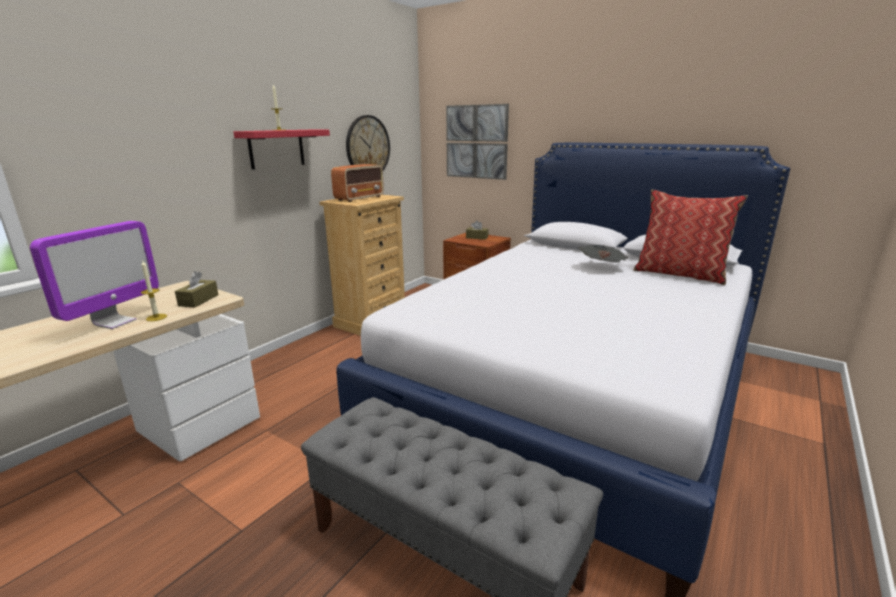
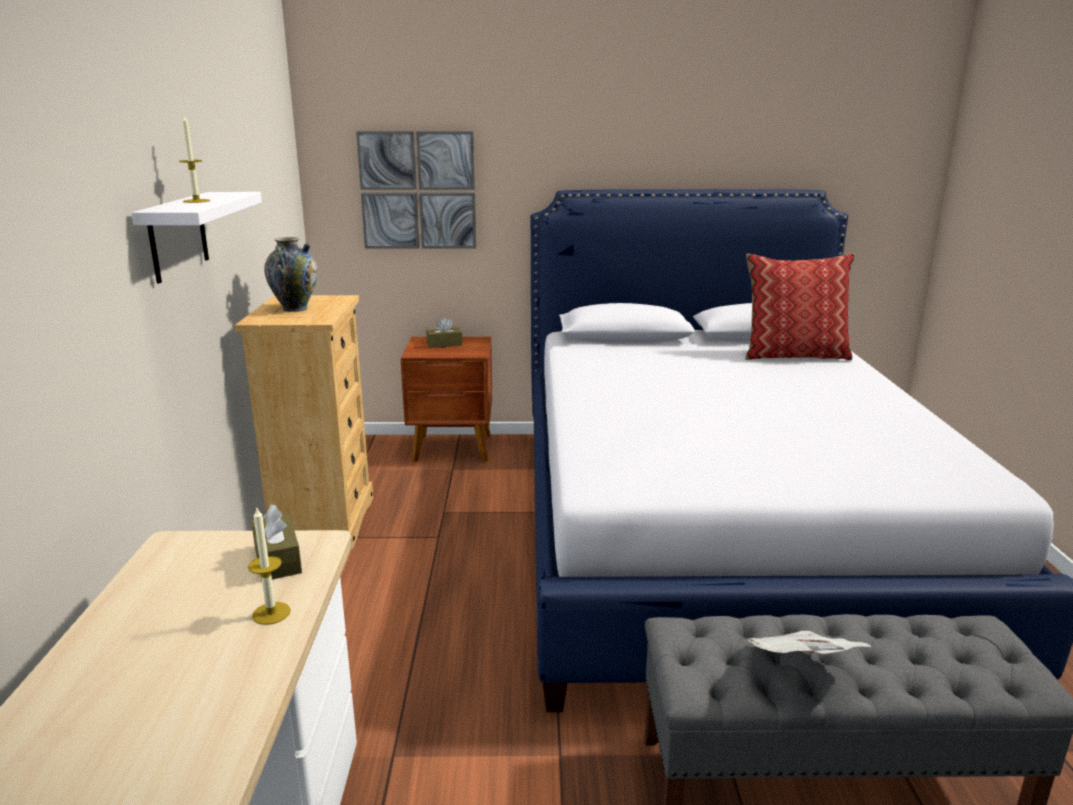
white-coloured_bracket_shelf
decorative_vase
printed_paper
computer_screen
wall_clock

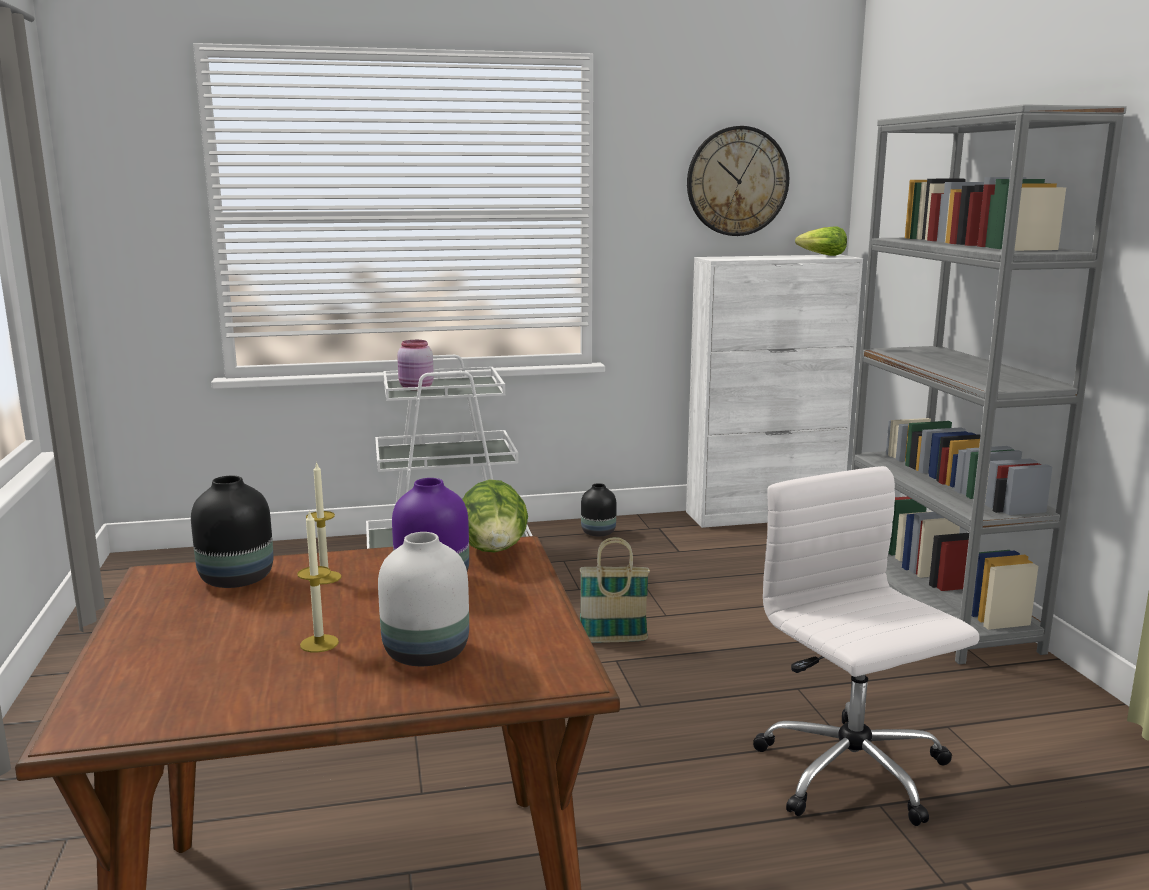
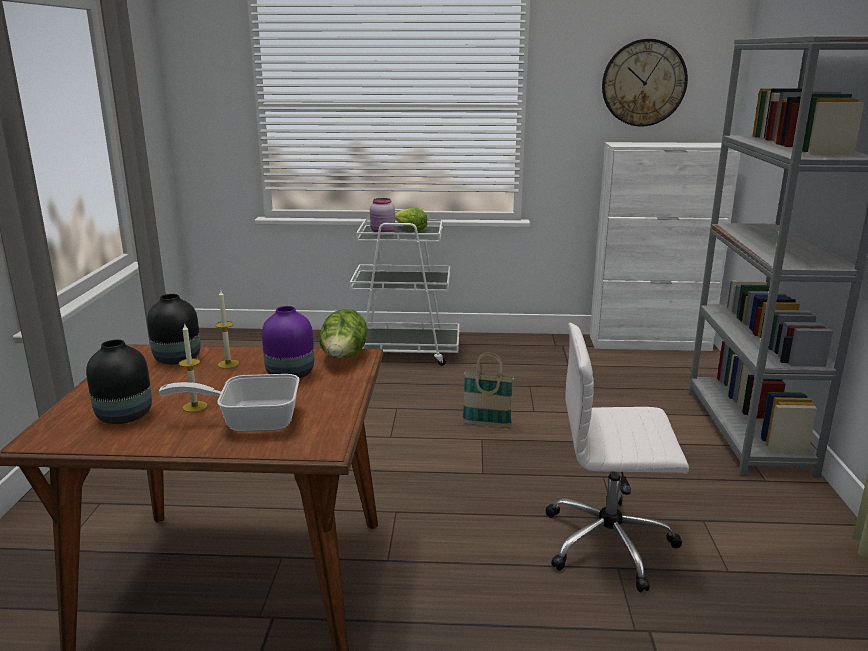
blackish_decorative_vase (1st from left)
skillet
head_of_lettuce (2nd from left)
white-coloured_computer_chair

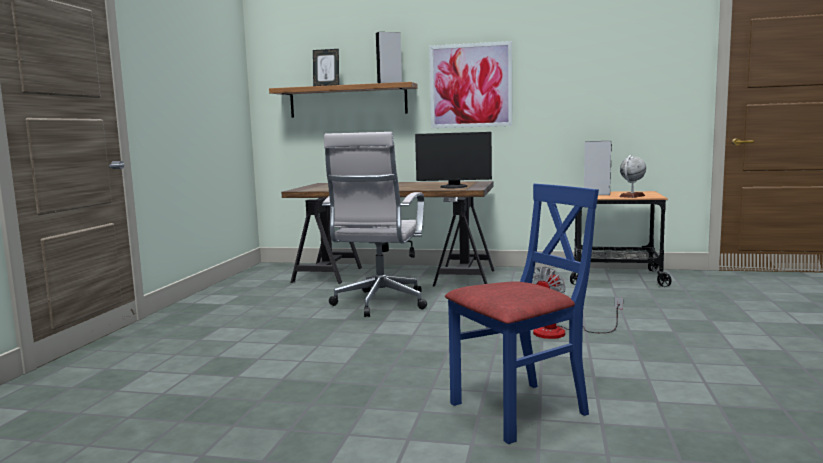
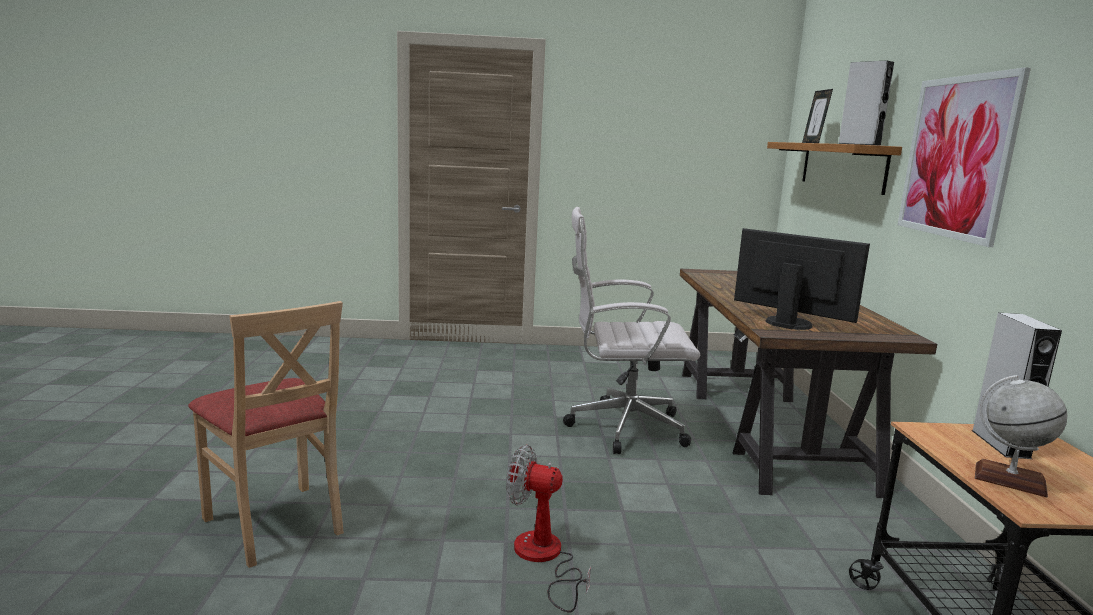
beige_upright_chair
computer_screen

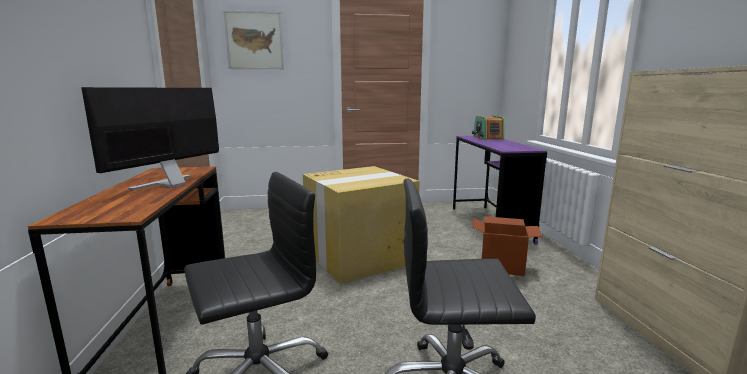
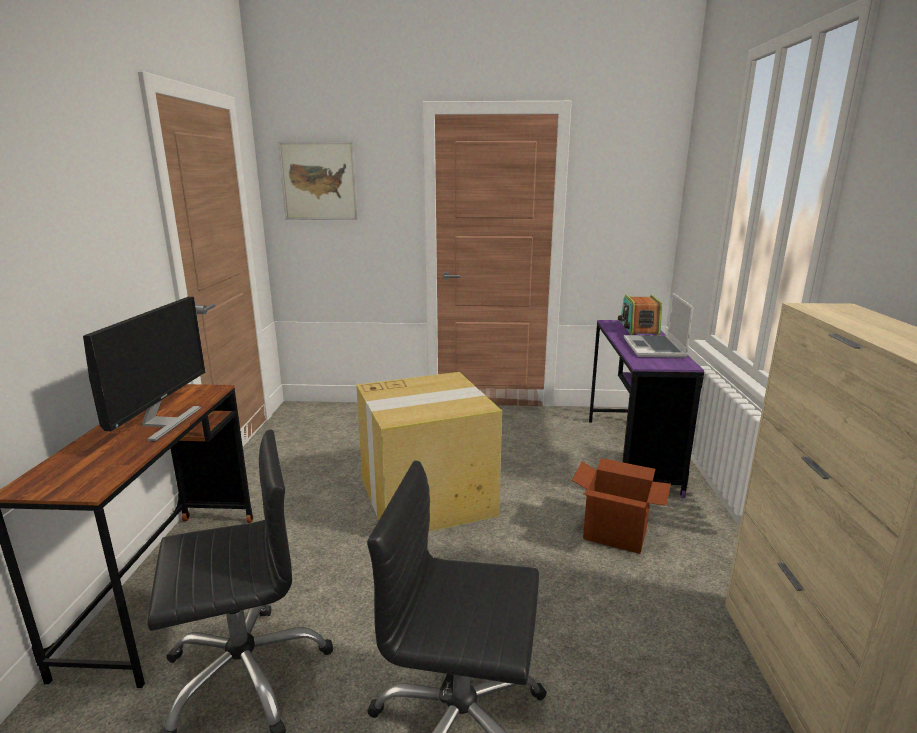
computer_screen
laptop

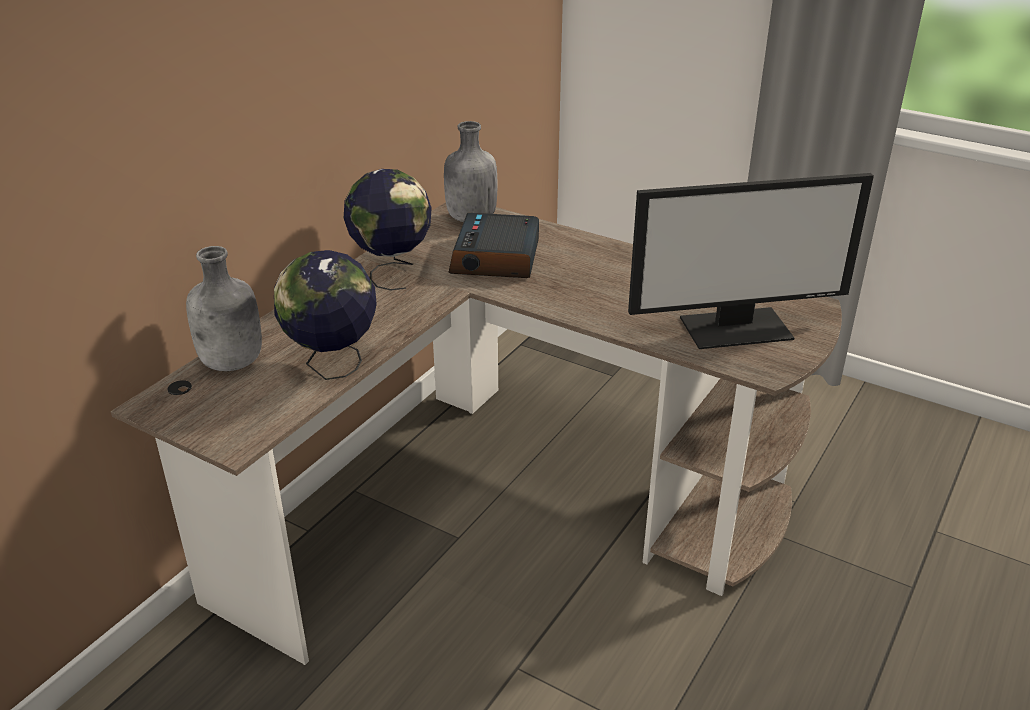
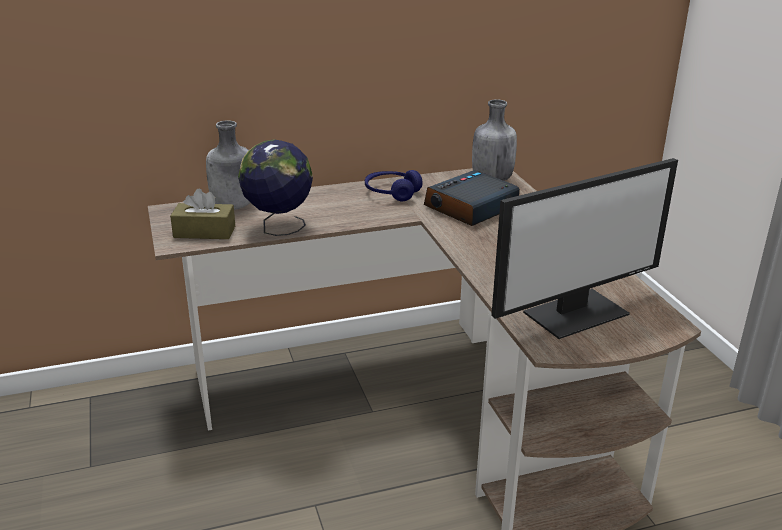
brownish_box_of_tissues
bluish_headphones
computer_screen

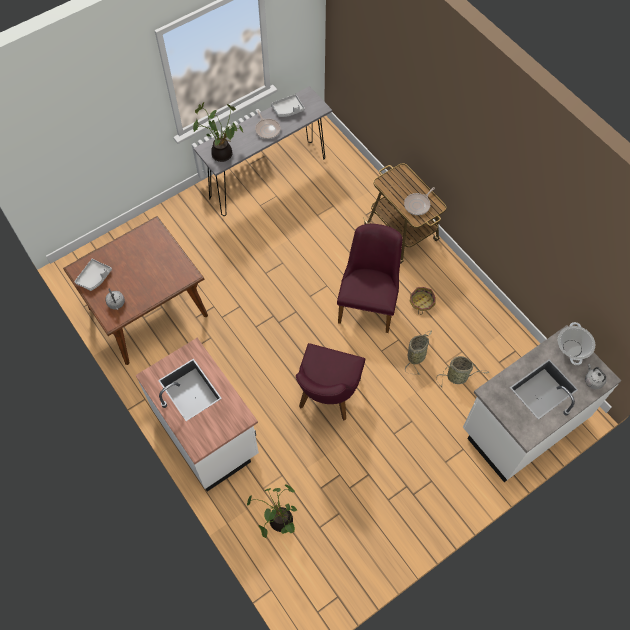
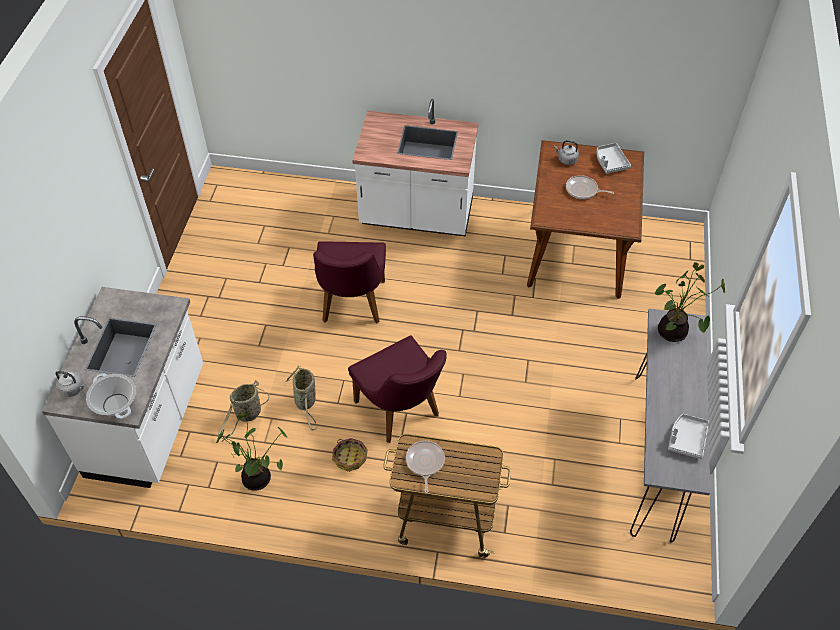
houseplant (1st from left)
purple-coloured_upright_chair (1st from left)
skillet (2nd from left)

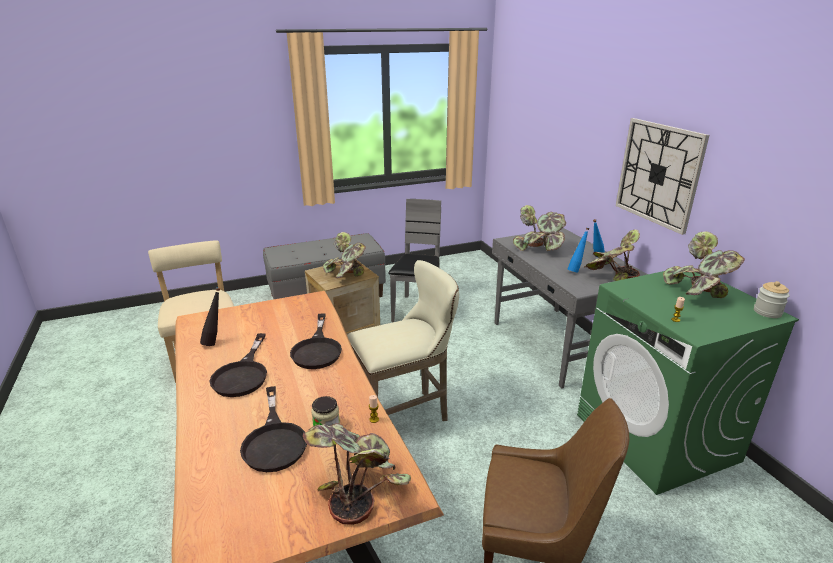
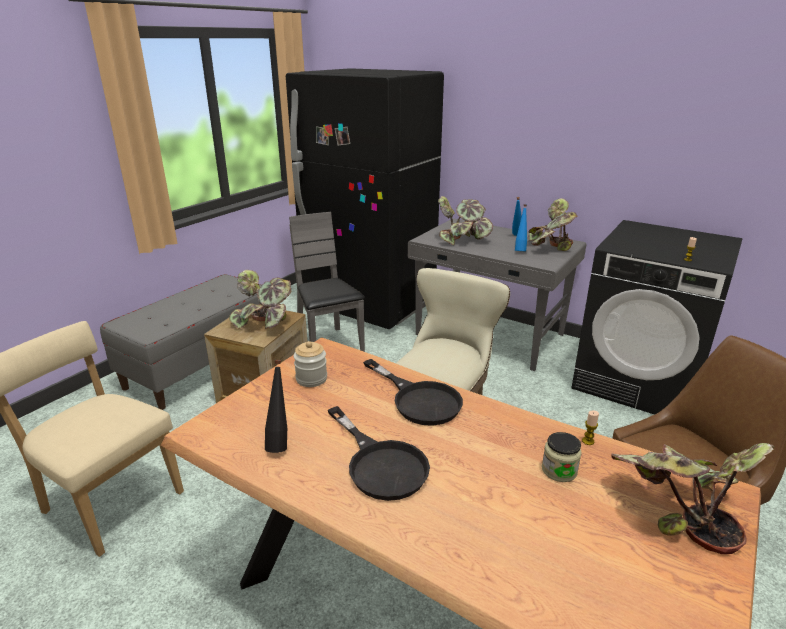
blackish_refrigerator
preserve_jar (1st from left)
blackish_laundry_appliance
blackish_skillet (2nd from left in the first image)
wall_clock
houseplant (5th from left in the first image)

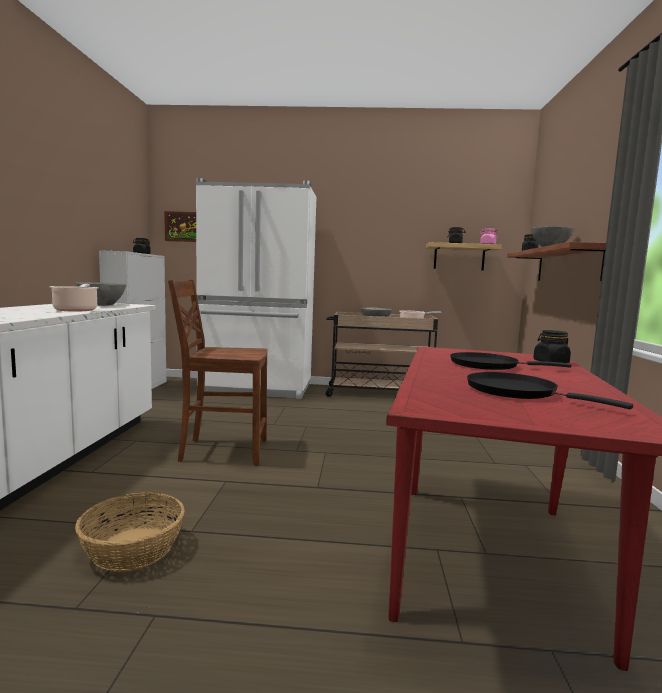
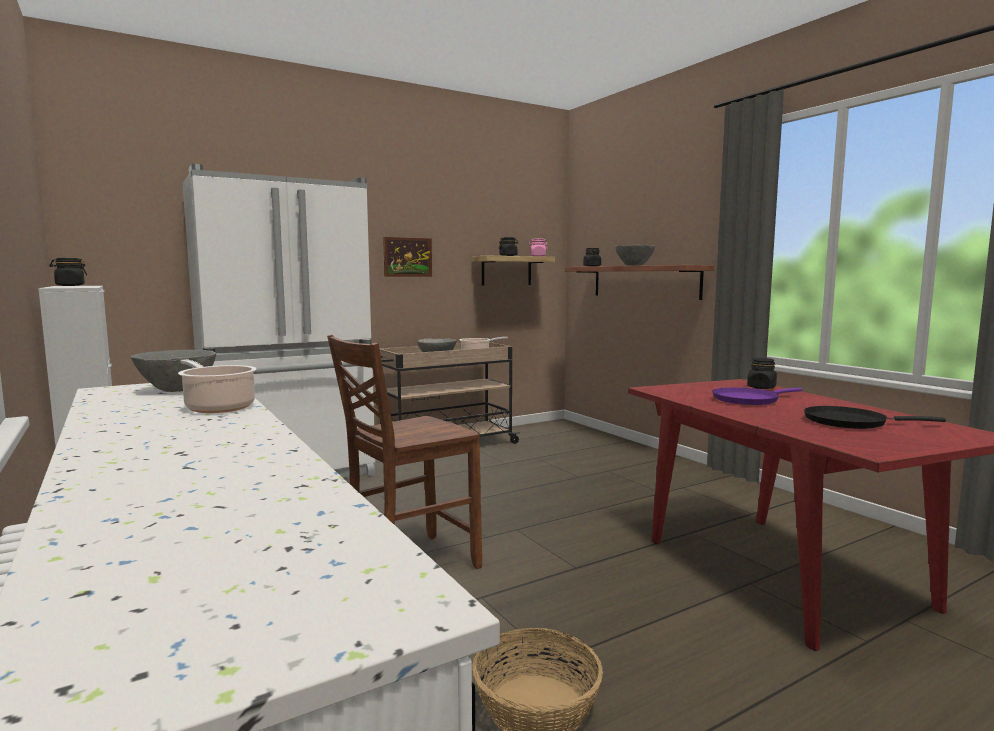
picture
purple-coloured_skillet

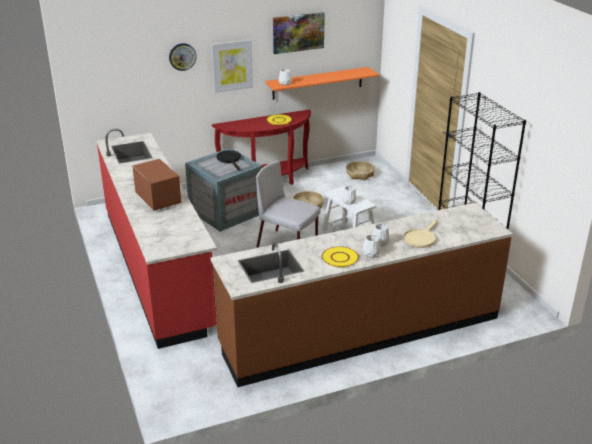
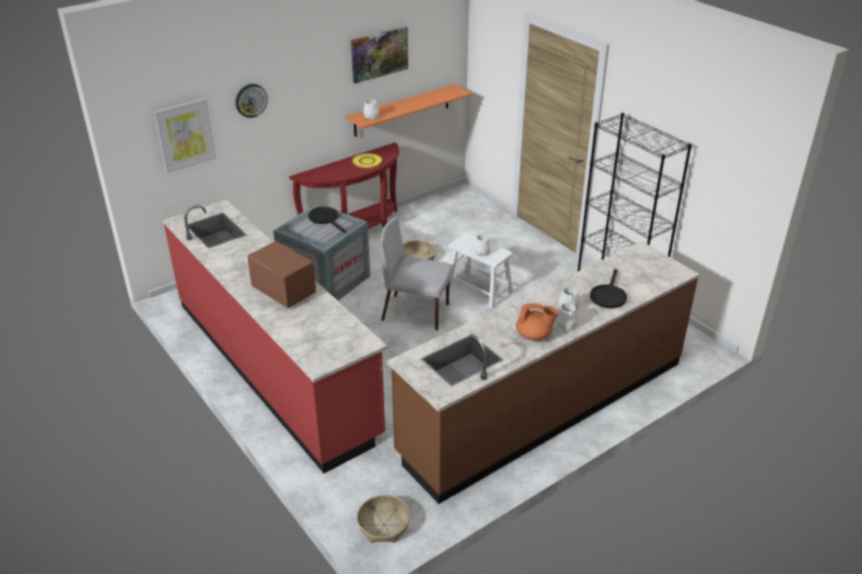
picture (1st from left)
basket (1st from left)
orange_pot_for_tea
blackish_skillet (2nd from left)

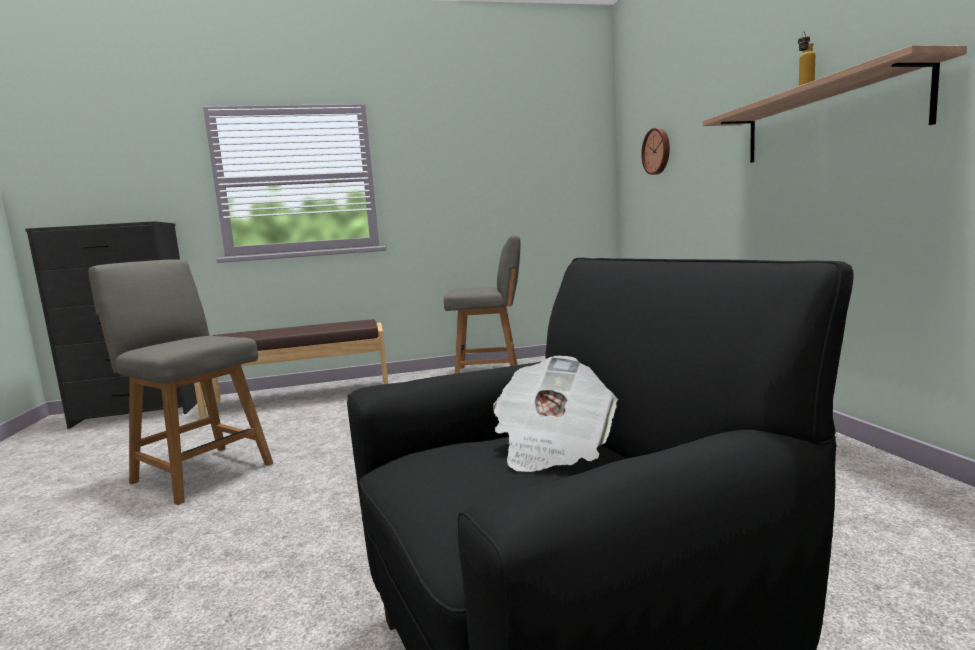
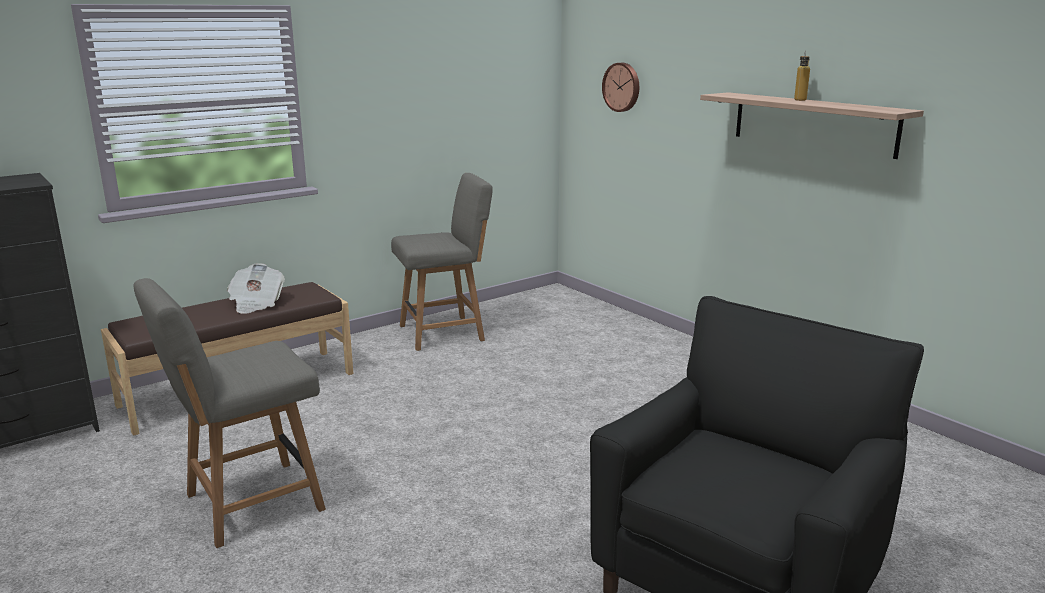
greyish_upright_chair (1st from left)
printed_paper

